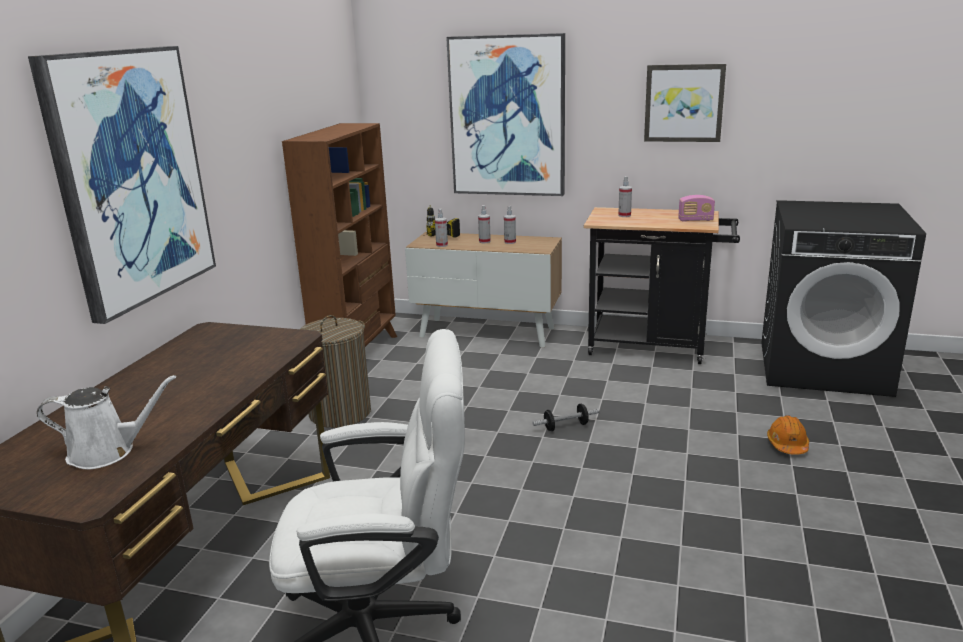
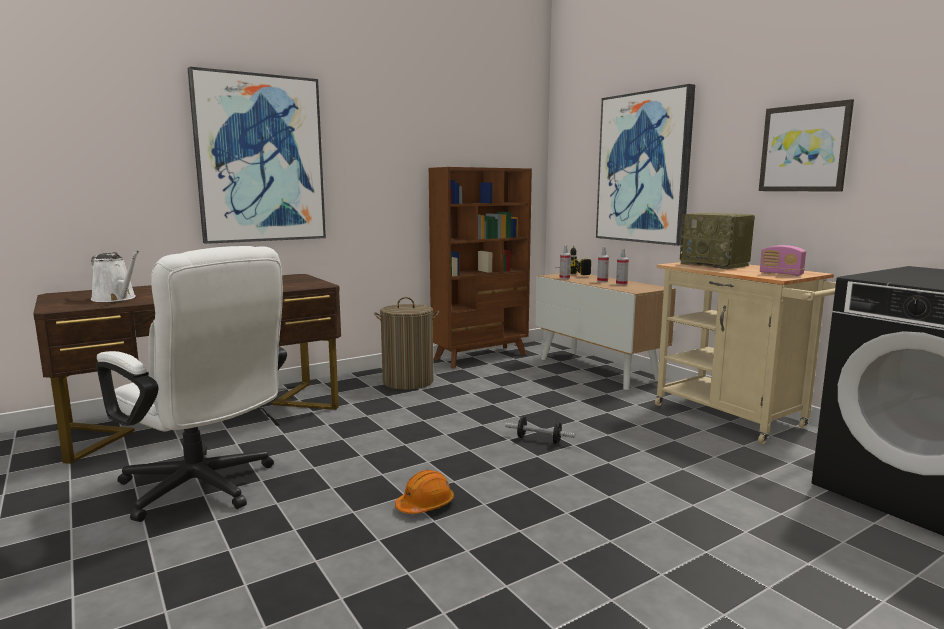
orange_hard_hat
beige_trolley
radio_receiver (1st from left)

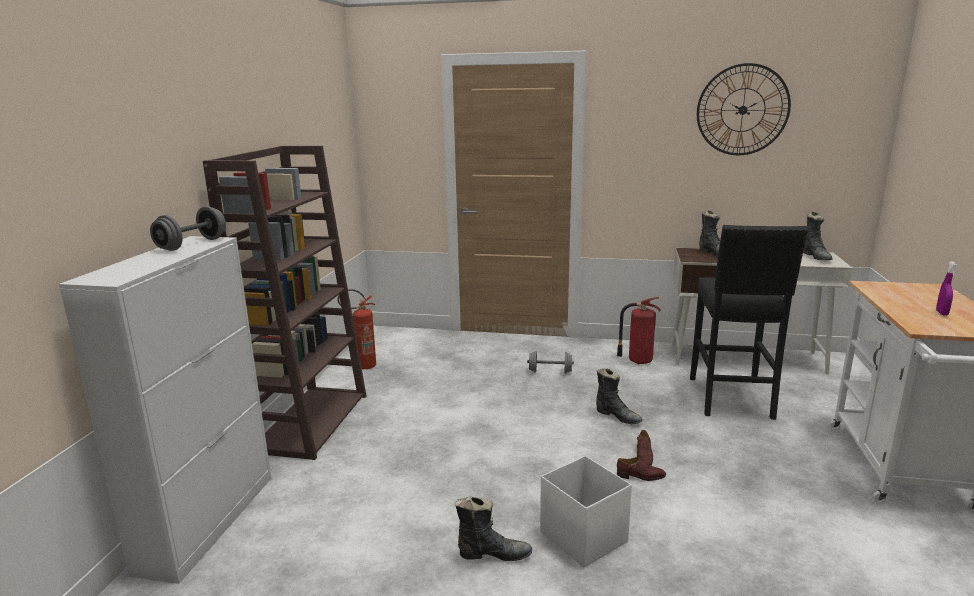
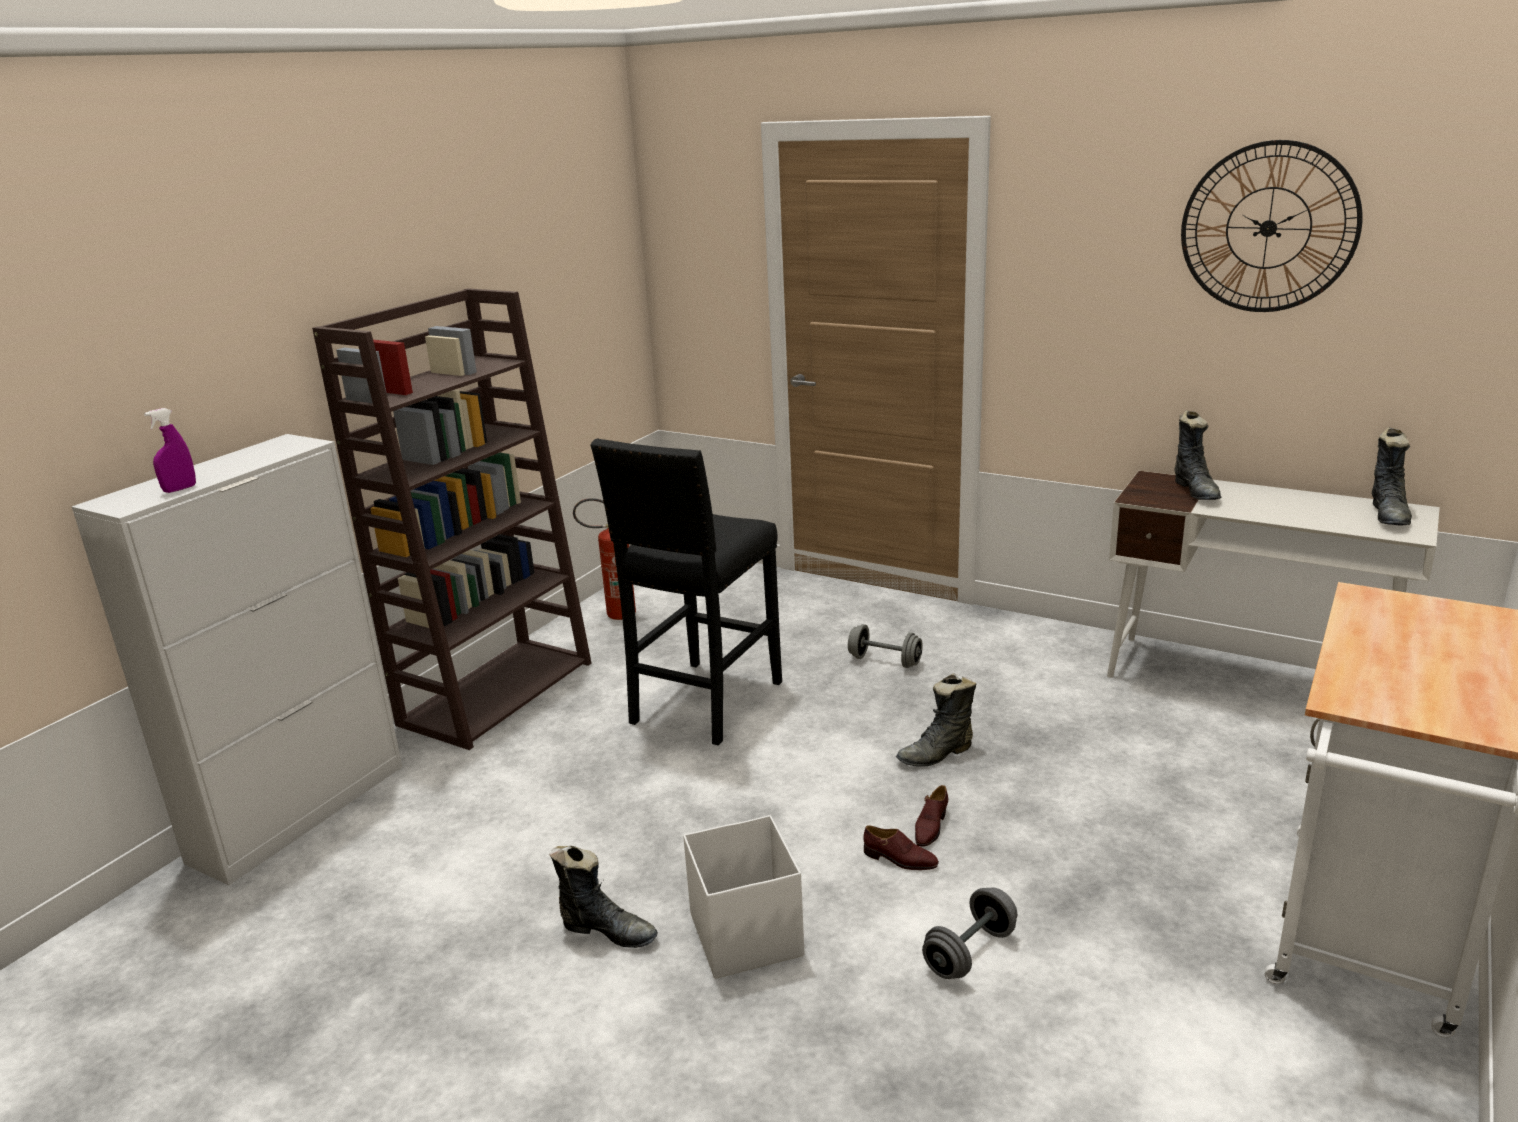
purple-coloured_spray_bottle
blackish_sitting_stool
blackish_tall_boot (2nd from left)
greyish_free_weight (2nd from left)
fire-fighting_cylinder (2nd from left in the first image)

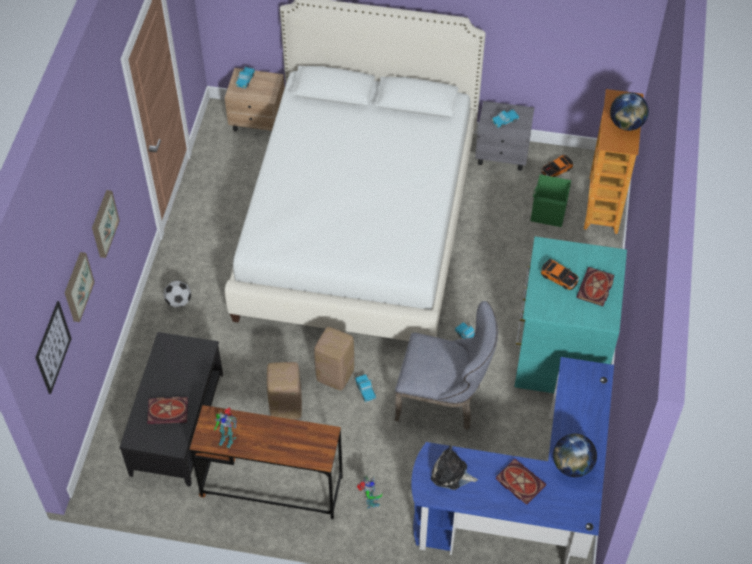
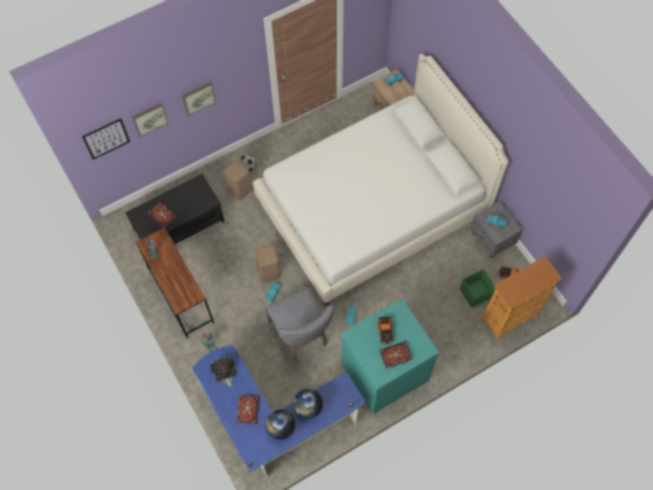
beige_sitting_stool (1st from left)
globe (2nd from left)

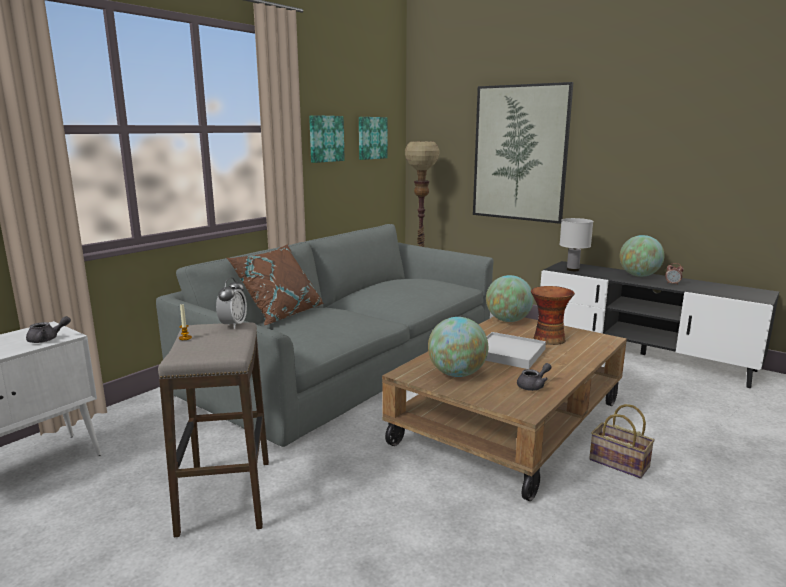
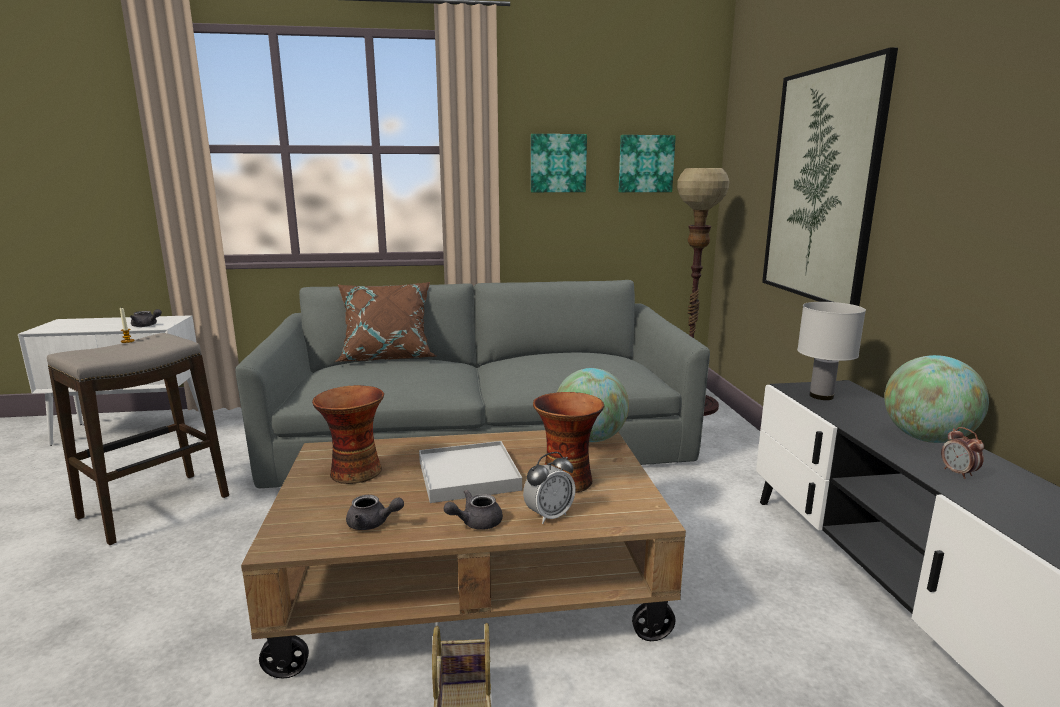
decorative_vase (1st from left)
greyish_pot_for_tea (3rd from left)
bedside_clock (1st from left)

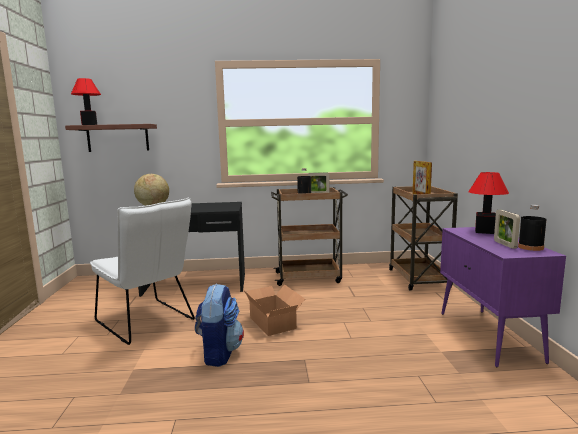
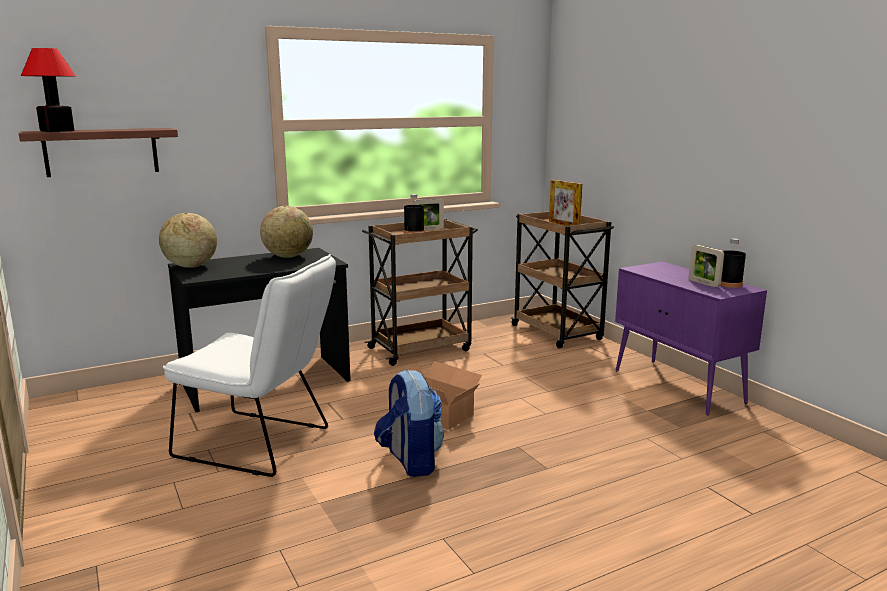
globe (2nd from left)
tabletop_lamp (2nd from left in the first image)

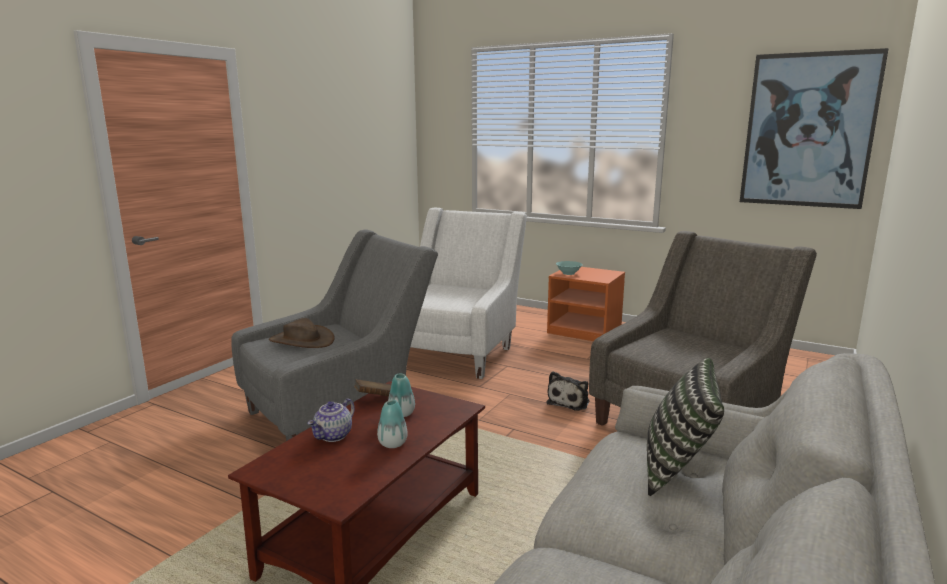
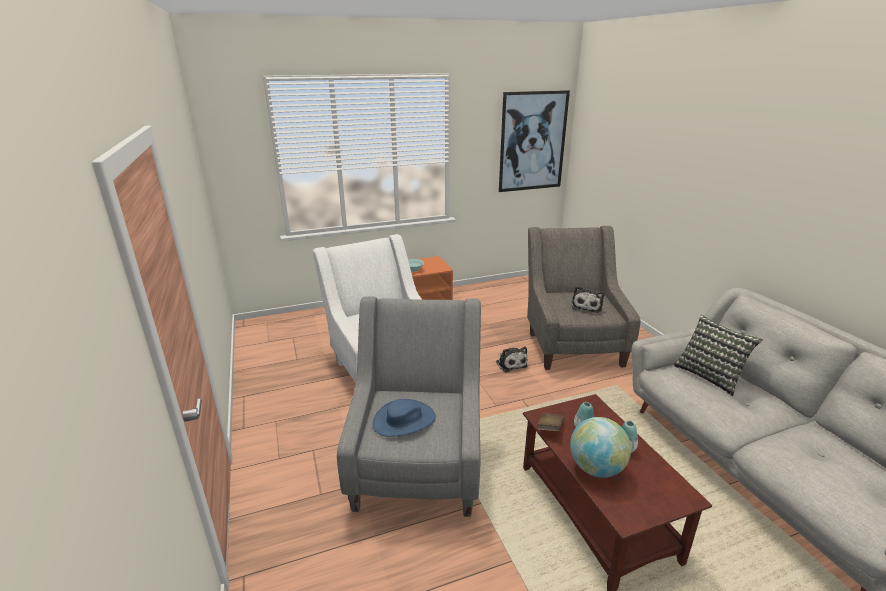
bluish_hat
globe
plush_toy (2nd from left)

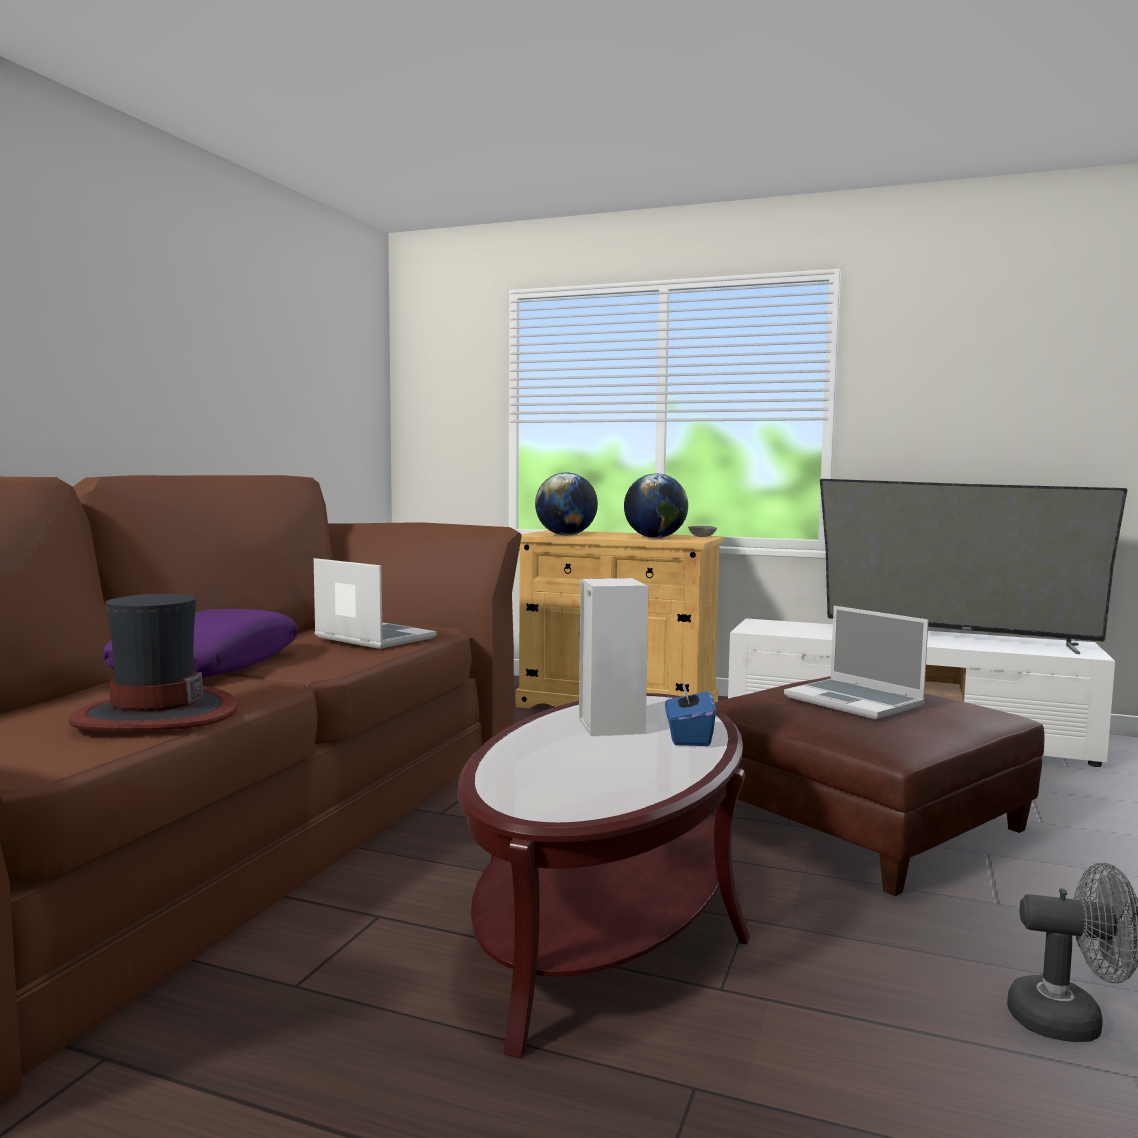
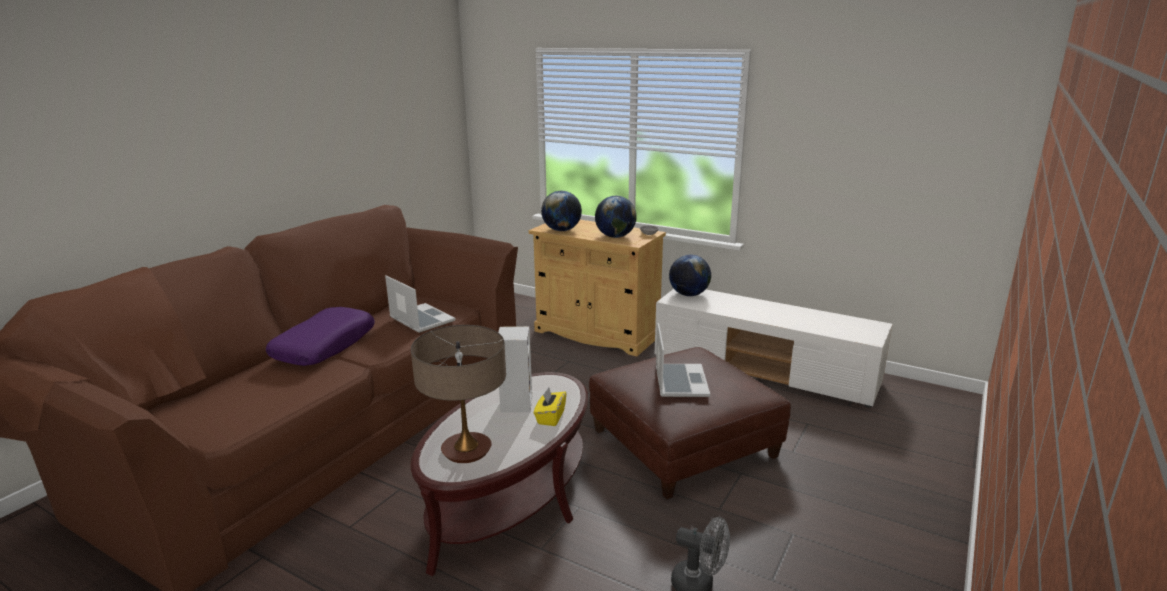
tabletop_lamp
yellow_box_of_tissues
laptop (2nd from left)
globe (3rd from left)
hat
television

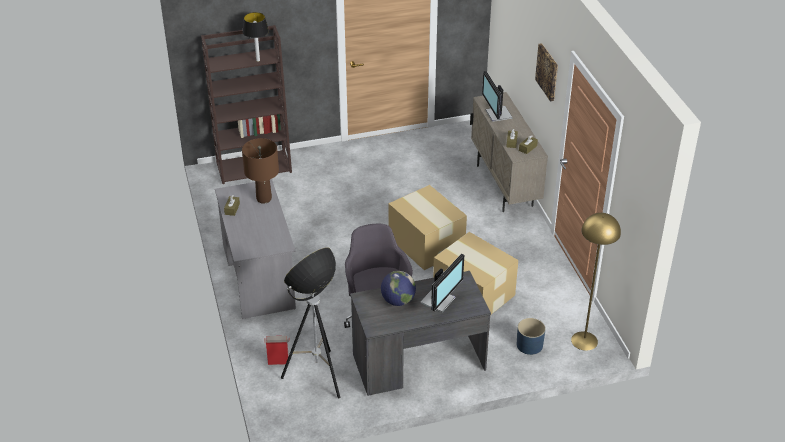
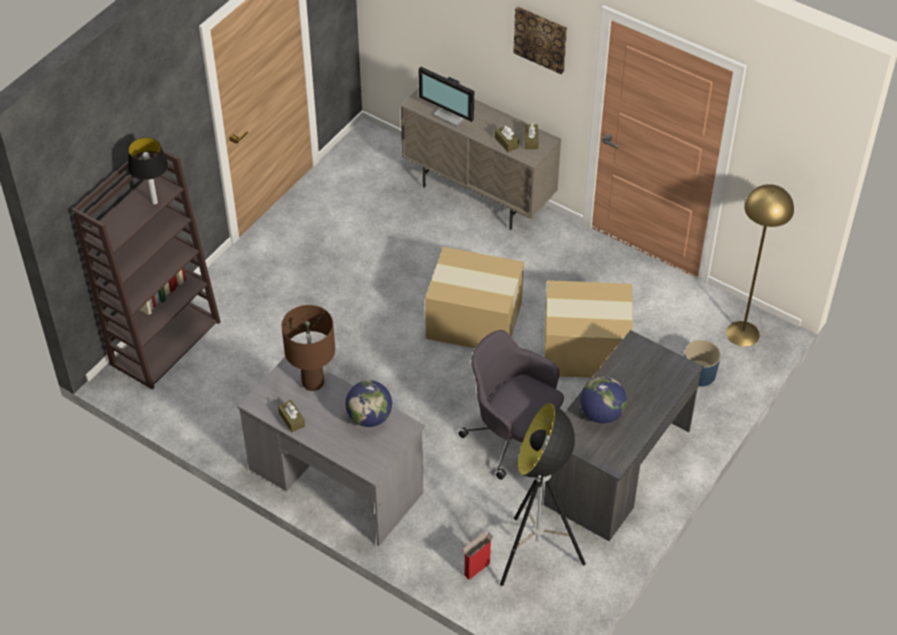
globe (1st from left)
computer_screen (1st from left in the first image)

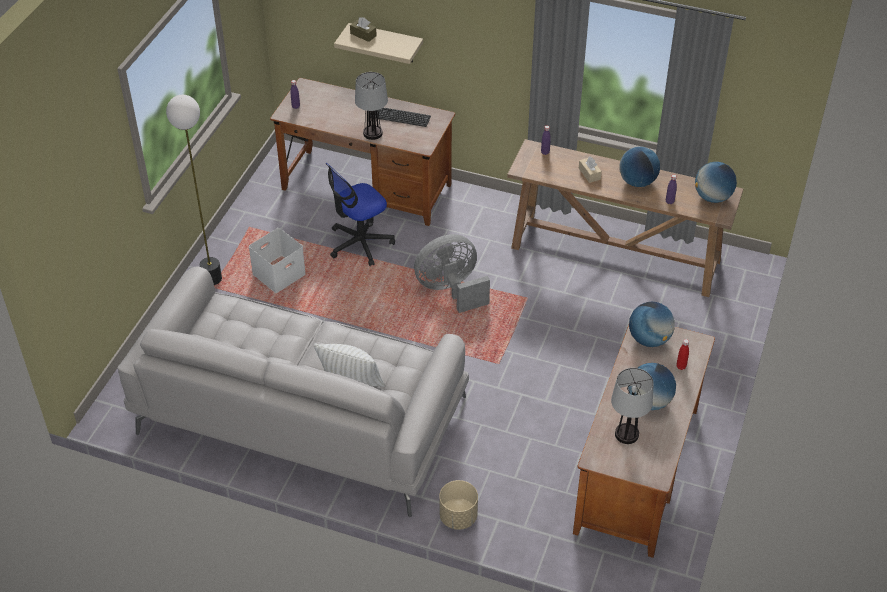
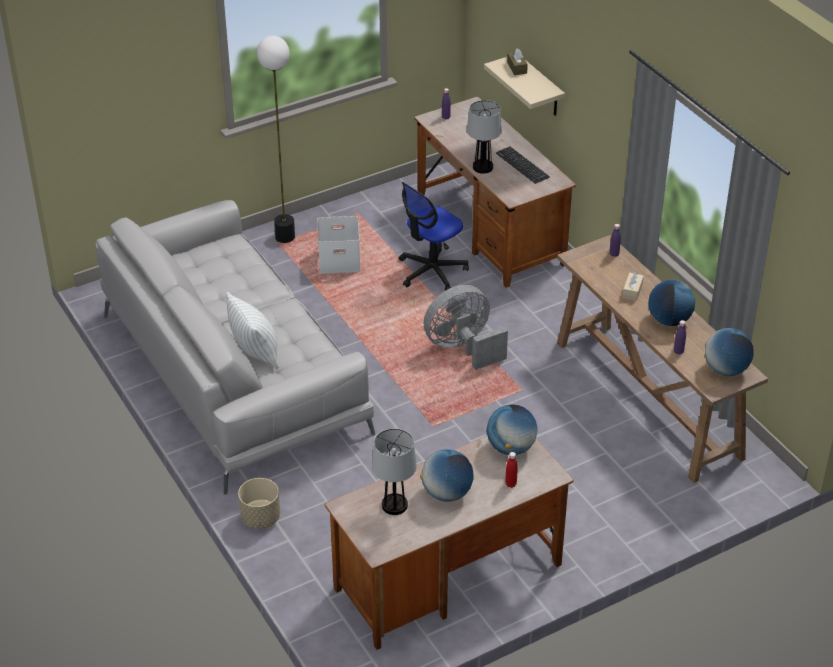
computer_chair
greyish_electric_fan

